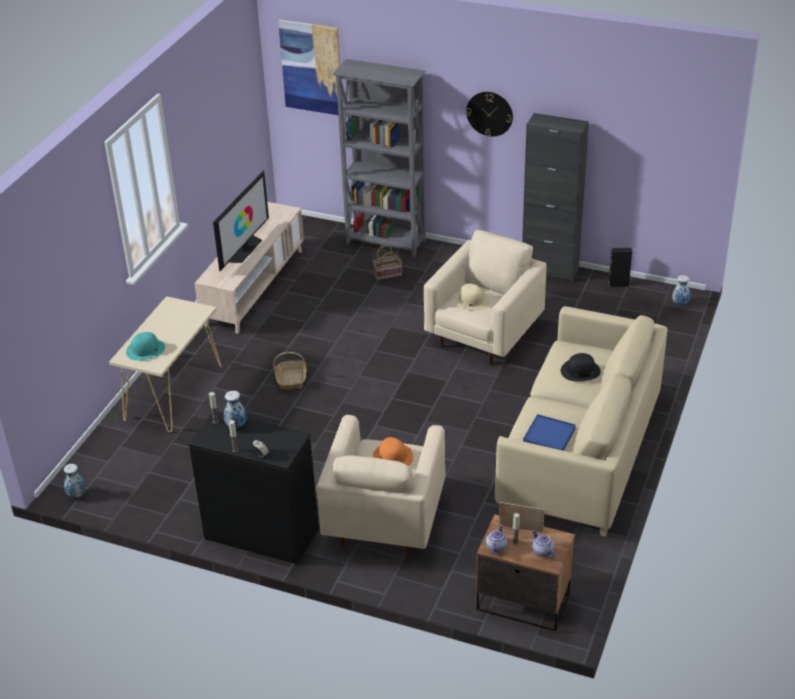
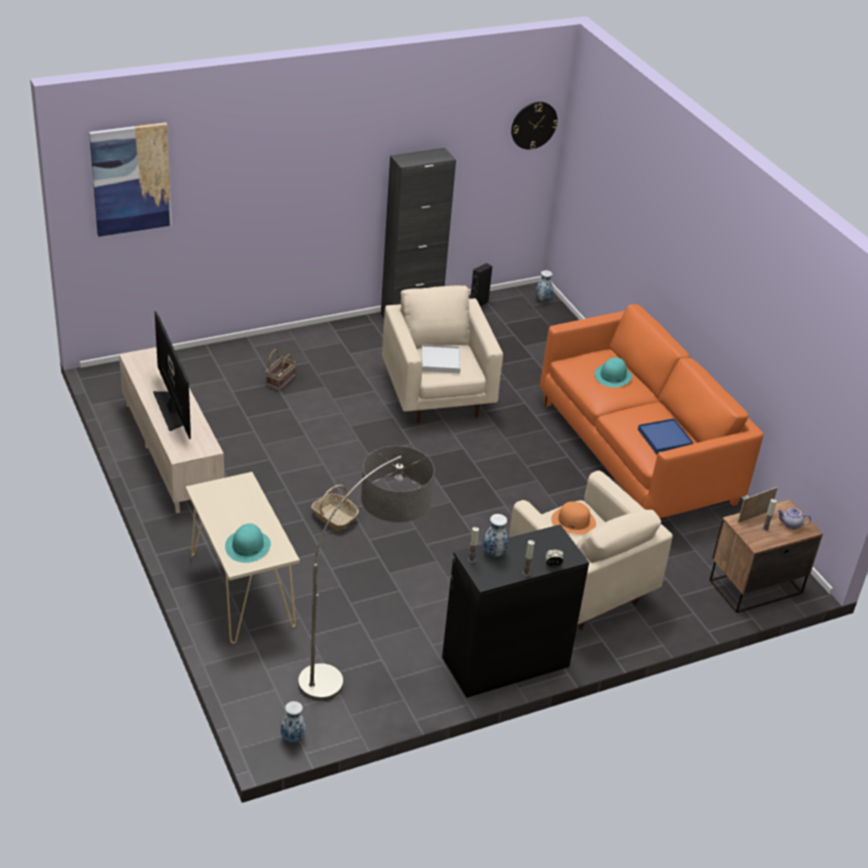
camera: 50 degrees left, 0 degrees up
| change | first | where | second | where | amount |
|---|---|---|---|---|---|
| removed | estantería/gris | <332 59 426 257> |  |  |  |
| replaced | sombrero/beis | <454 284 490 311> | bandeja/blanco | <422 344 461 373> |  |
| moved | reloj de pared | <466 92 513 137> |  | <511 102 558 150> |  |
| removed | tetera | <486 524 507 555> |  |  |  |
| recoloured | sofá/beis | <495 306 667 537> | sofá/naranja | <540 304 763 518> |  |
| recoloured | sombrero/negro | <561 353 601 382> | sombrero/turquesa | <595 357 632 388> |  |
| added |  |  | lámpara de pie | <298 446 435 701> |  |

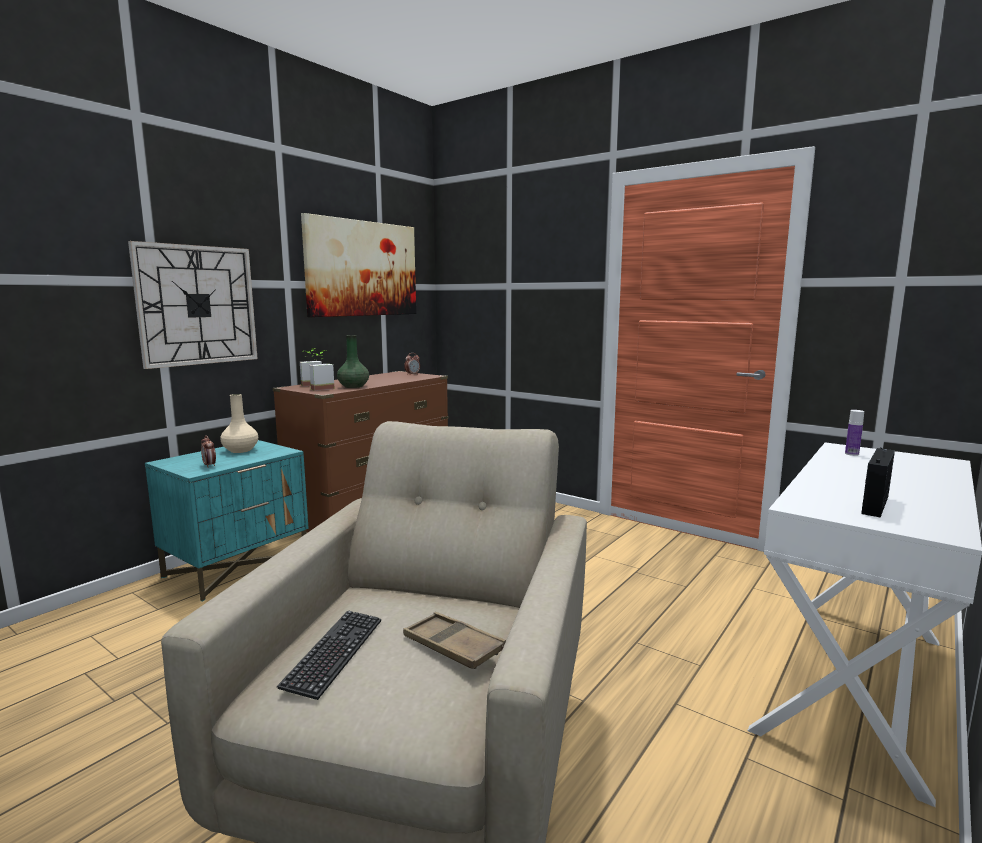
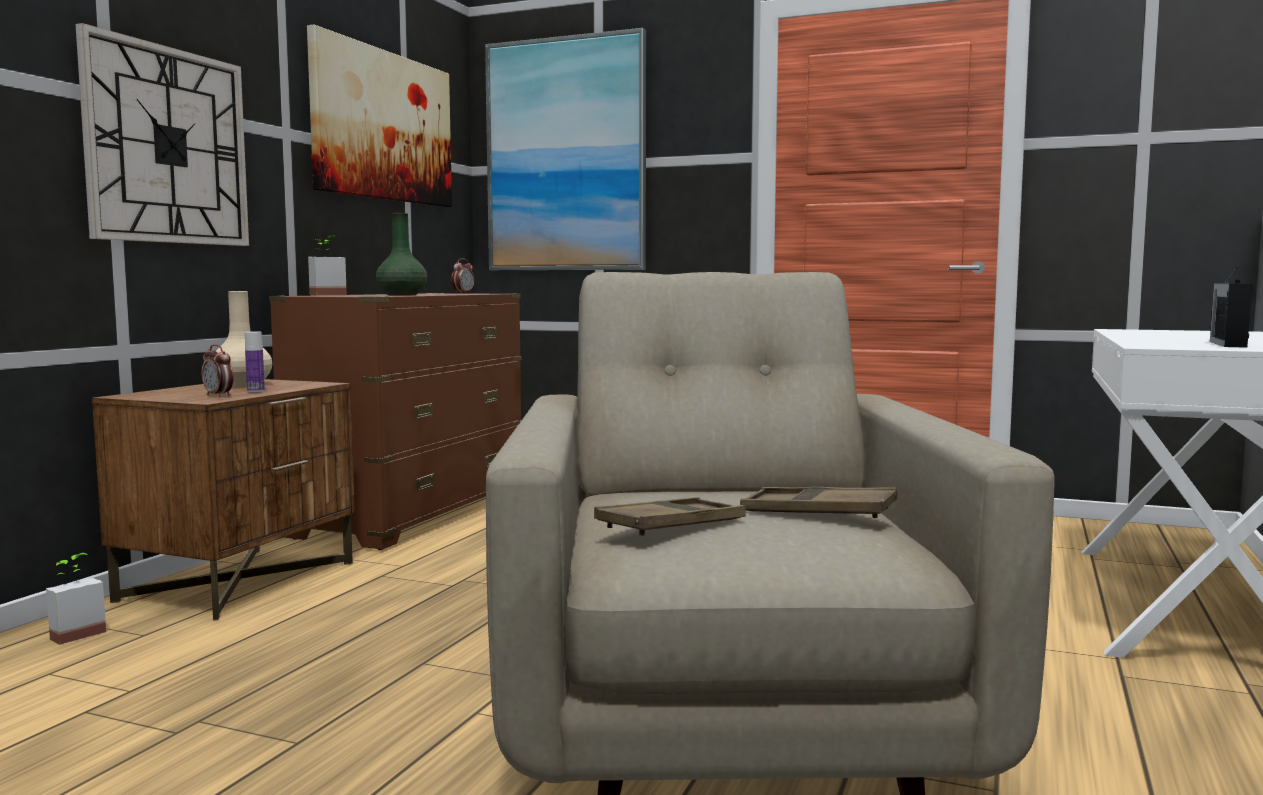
camera: 15 degrees left, 5 degrees down
| change | first | where | second | where | amount |
|---|---|---|---|---|---|
| recoloured | mesita de noche/turquesa | <145 440 309 601> | mesita de noche/marrón | <92 379 355 620> |  |
| replaced | teclado | <277 611 381 700> | bandeja/marrón | <594 497 746 536> |  |
| moved | planta en maceta | <309 350 335 391> |  | <46 553 106 645> |  |
| moved | botella | <845 410 864 456> |  | <245 332 265 392> |  |
| added |  |  | cuadro | <485 28 646 270> |  |

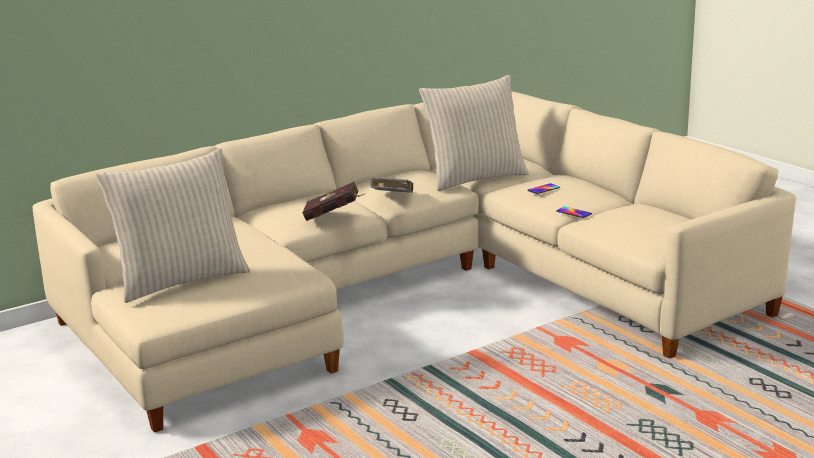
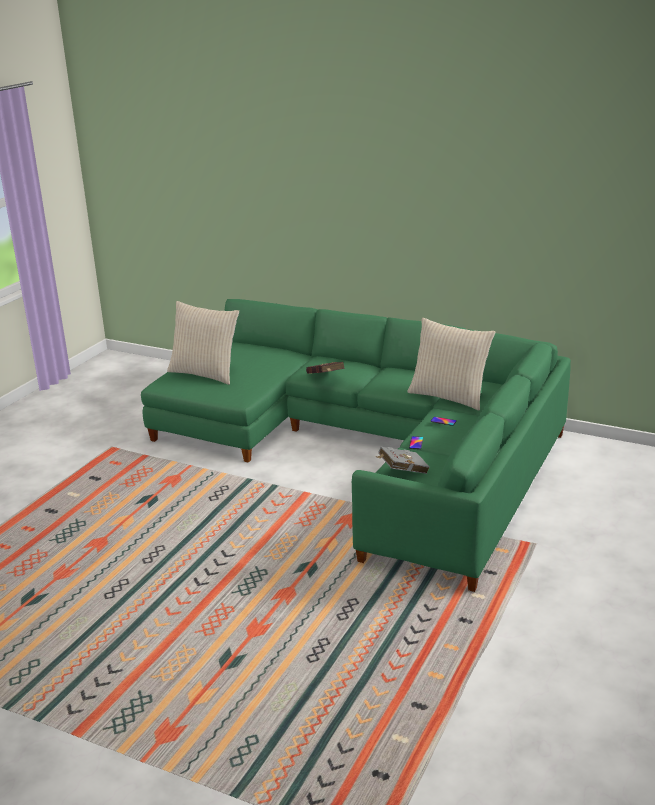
camera: 60 degrees right, 5 degrees up
| change | first | where | second | where | amount |
|---|---|---|---|---|---|
| recoloured | sofá/beis | <33 91 796 433> | sofá/verde | <141 299 571 592> |  |
| moved | libro/gris | <370 177 414 193> |  | <377 447 430 474> |  |

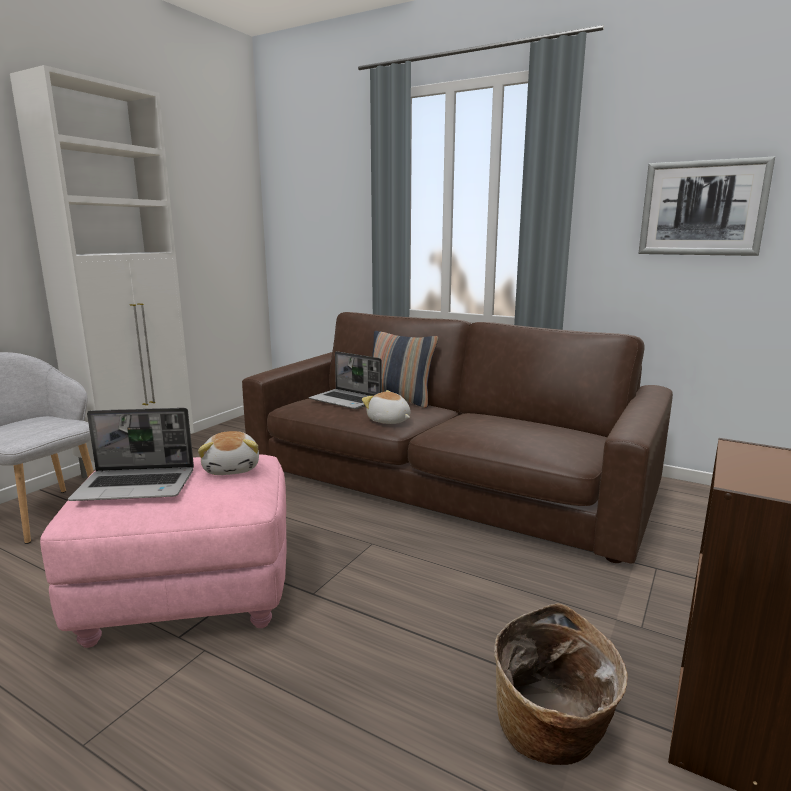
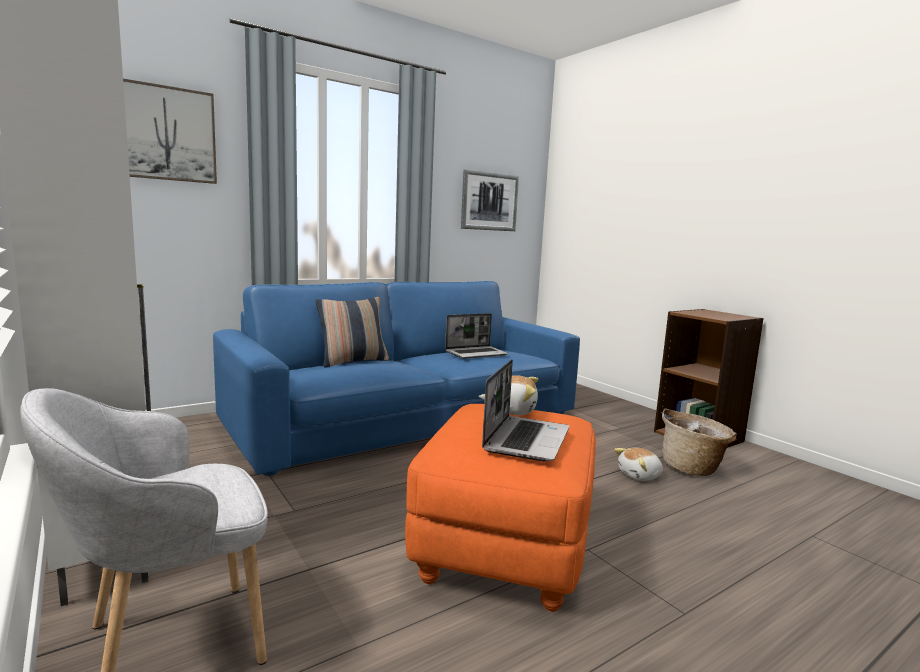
camera: 65 degrees left, 5 degrees down
| change | first | where | second | where | amount |
|---|---|---|---|---|---|
| recoloured | puf/rosa | <40 454 286 648> | puf/naranja | <405 404 596 612> |  |
| recoloured | sofá/marrón | <242 312 673 564> | sofá/azul | <213 281 580 476> |  |
| moved | portátil | <309 351 382 409> |  | <445 313 508 359> |  |
| moved | peluche | <362 390 411 424> |  | <614 448 663 481> |  |
| added |  |  | cuadro | <123 79 217 184> |  |

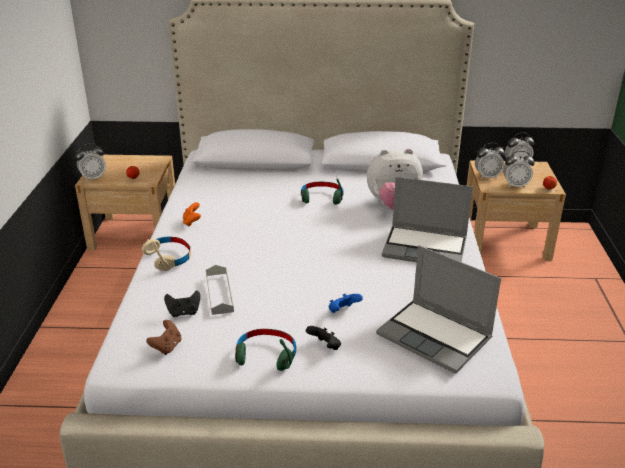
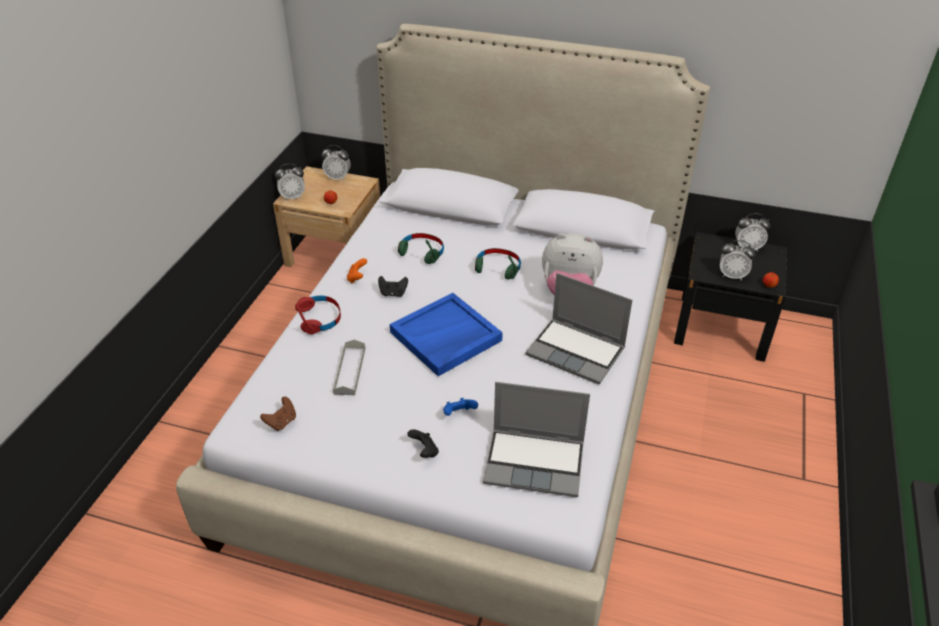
camera: 15 degrees right, 10 degrees up
| change | first | where | second | where | amount |
|---|---|---|---|---|---|
| recoloured | auriculares/beis | <142 236 191 271> | auriculares/rojo | <295 296 341 334> |  |
| moved | mando de consola/negro | <164 290 200 317> |  | <378 276 408 297> |  |
| moved | auriculares/verde | <235 329 296 371> |  | <398 233 444 264> |  |
| turned | portátil | <376 245 501 373> |  | <483 382 590 497> | 45 degrees counterclockwise |
| recoloured | mesita de noche/beis | <467 161 566 260> | mesita de noche/negro | <674 232 787 362> |  |
| moved | despertador | <475 143 505 179> |  | <321 145 351 181> |  |
| added |  |  | bandeja/azul | <390 293 503 376> |  |

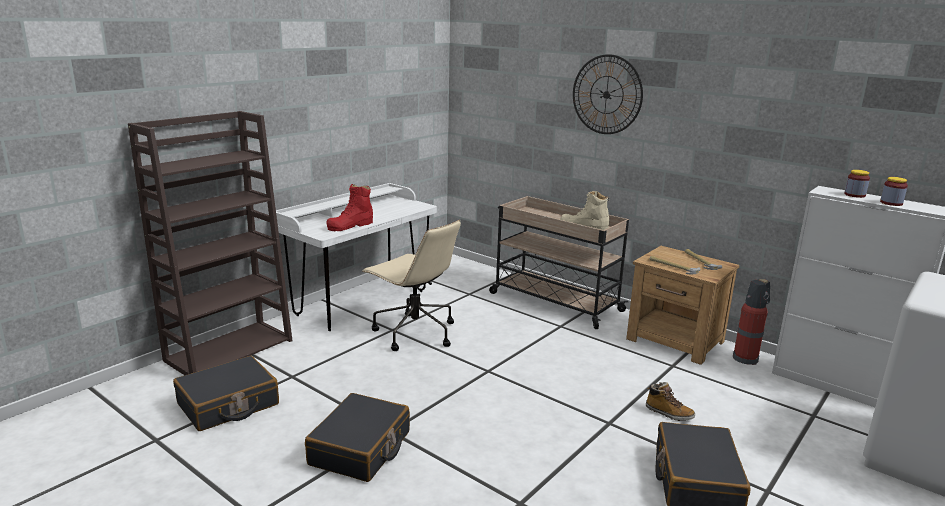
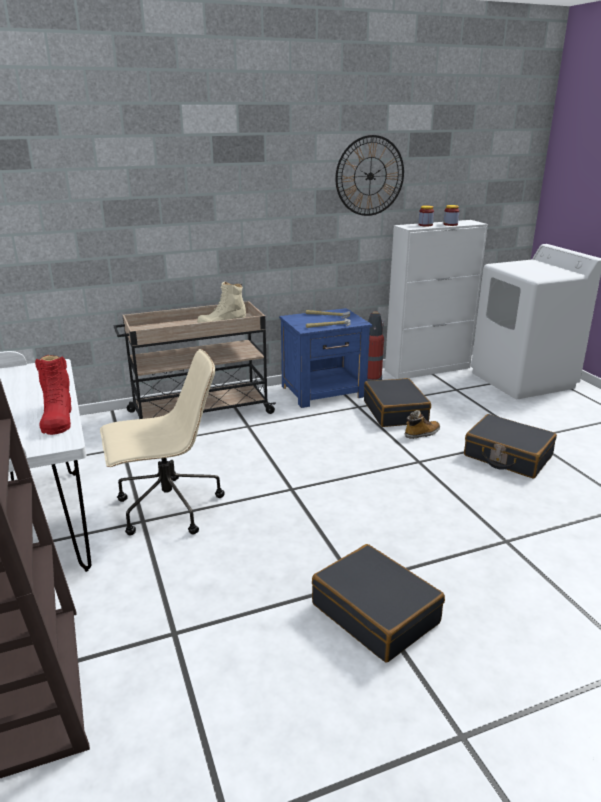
camera: 60 degrees left, 5 degrees up
| change | first | where | second | where | amount |
|---|---|---|---|---|---|
| moved | maleta/negro | <173 356 279 431> |  | <364 378 431 427> |  |
| moved | reloj de pared | <573 54 643 134> |  | <335 135 404 216> |  |
| recoloured | mesita de noche/marrón | <626 246 740 365> | mesita de noche/azul | <279 308 372 408> |  |

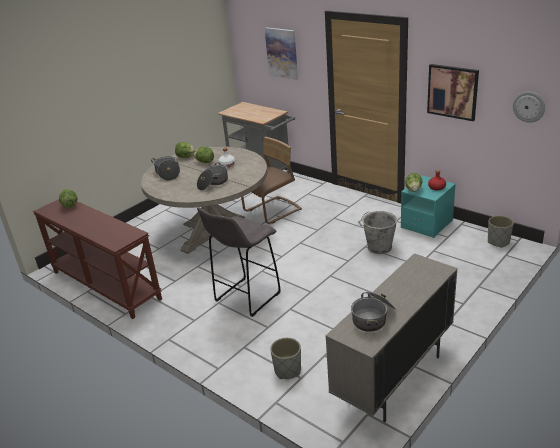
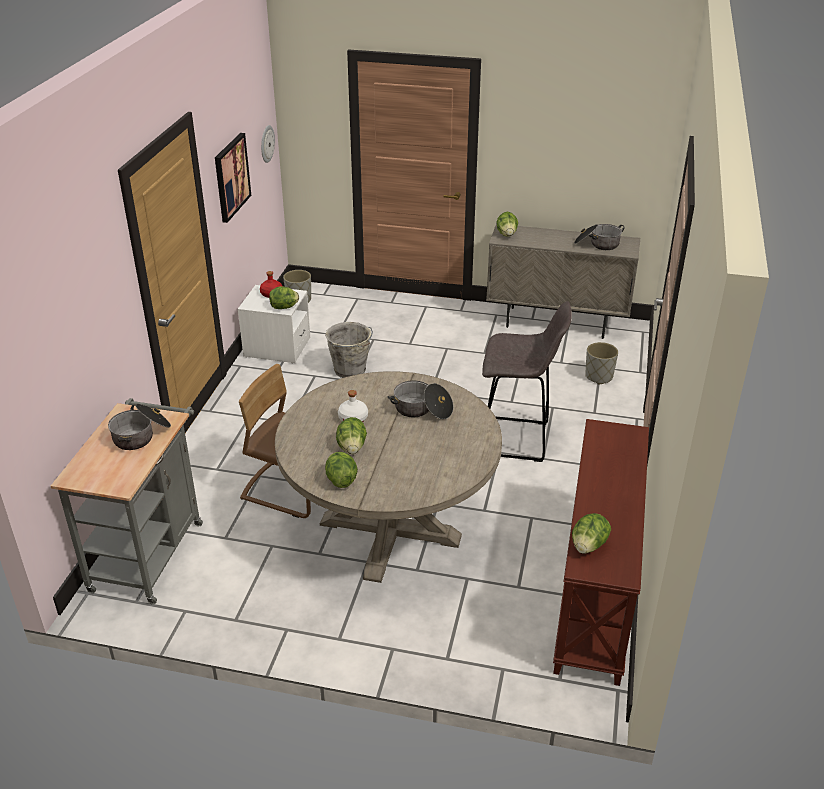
camera: 120 degrees left, 5 degrees up
| change | first | where | second | where | amount |
|---|---|---|---|---|---|
| moved | olla | <151 156 180 181> |  | <108 404 171 450> |  |
| removed | cuadro | <265 27 298 80> |  |  |  |
| recoloured | mesita de noche/turquesa | <401 175 456 238> | mesita de noche/blanco | <238 285 310 364> |  |
| added |  |  | lechuga | <496 212 518 237> |  |

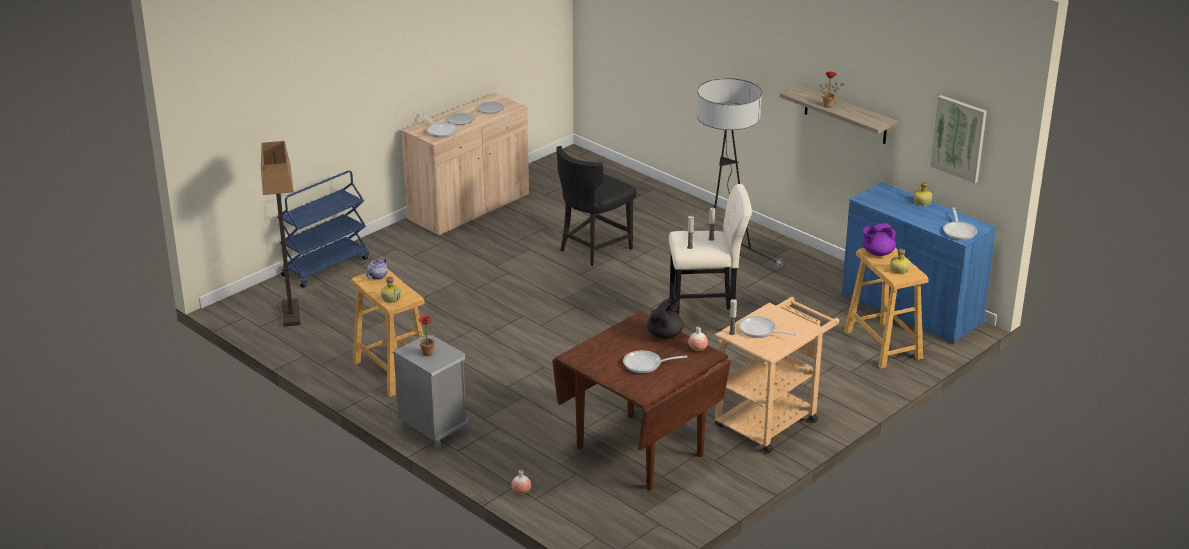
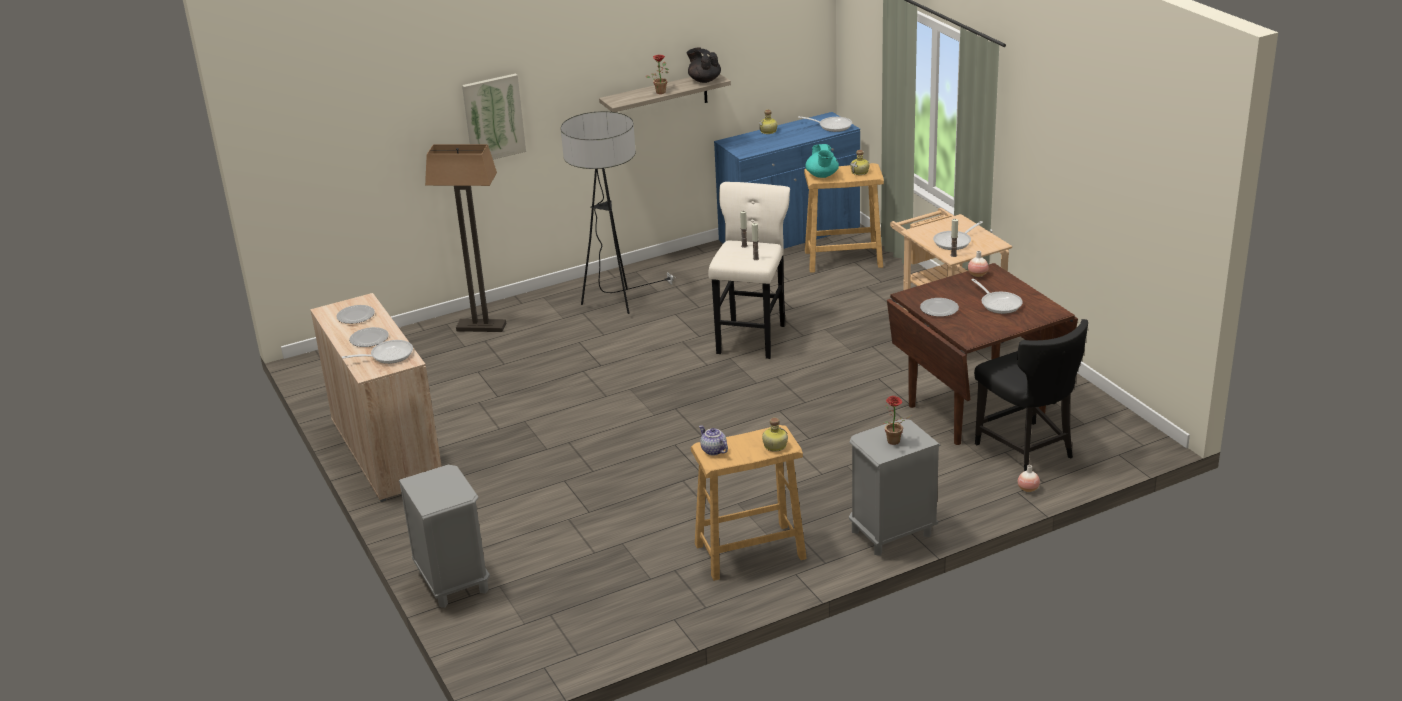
camera: 70 degrees left, 0 degrees up
| change | first | where | second | where | amount |
|---|---|---|---|---|---|
| moved | lámpara de pie | <261 141 301 327> |  | <425 144 506 332> |  |
| replaced | carrito/azul | <277 170 369 288> | mesita de noche/gris | <399 465 490 608> |  |
| moved | silla/negro | <556 146 636 266> |  | <974 319 1088 471> |  |
| turned | sartén | <623 350 687 373> |  | <971 279 1023 314> | 45 degrees counterclockwise |
| moved | tetera/negro | <647 299 684 339> |  | <687 47 721 83> |  |
| recoloured | tetera/morado | <863 223 896 256> | tetera/turquesa | <805 144 839 178> |  |
| moved | cuadro | <930 95 987 183> |  | <462 73 526 160> |  |
| added |  |  | plato | <920 298 959 317> |  |

